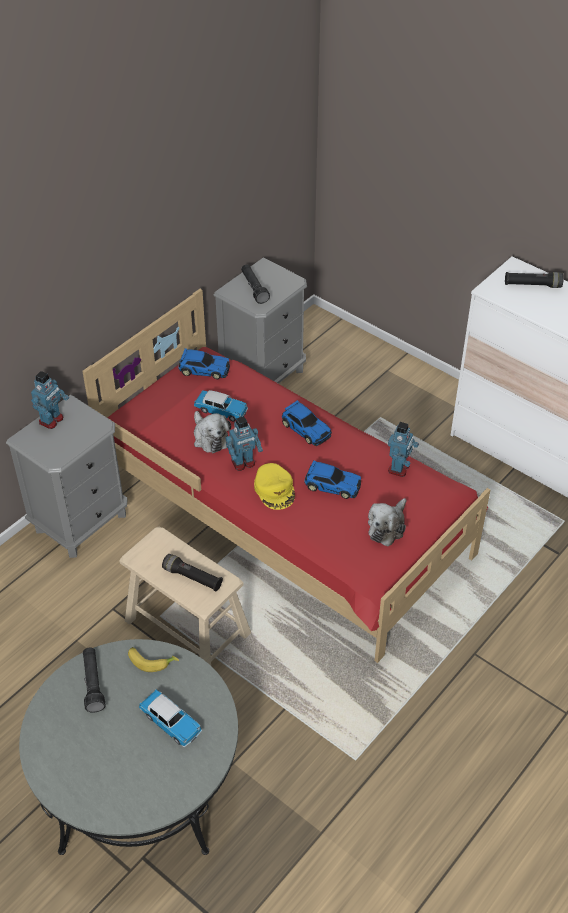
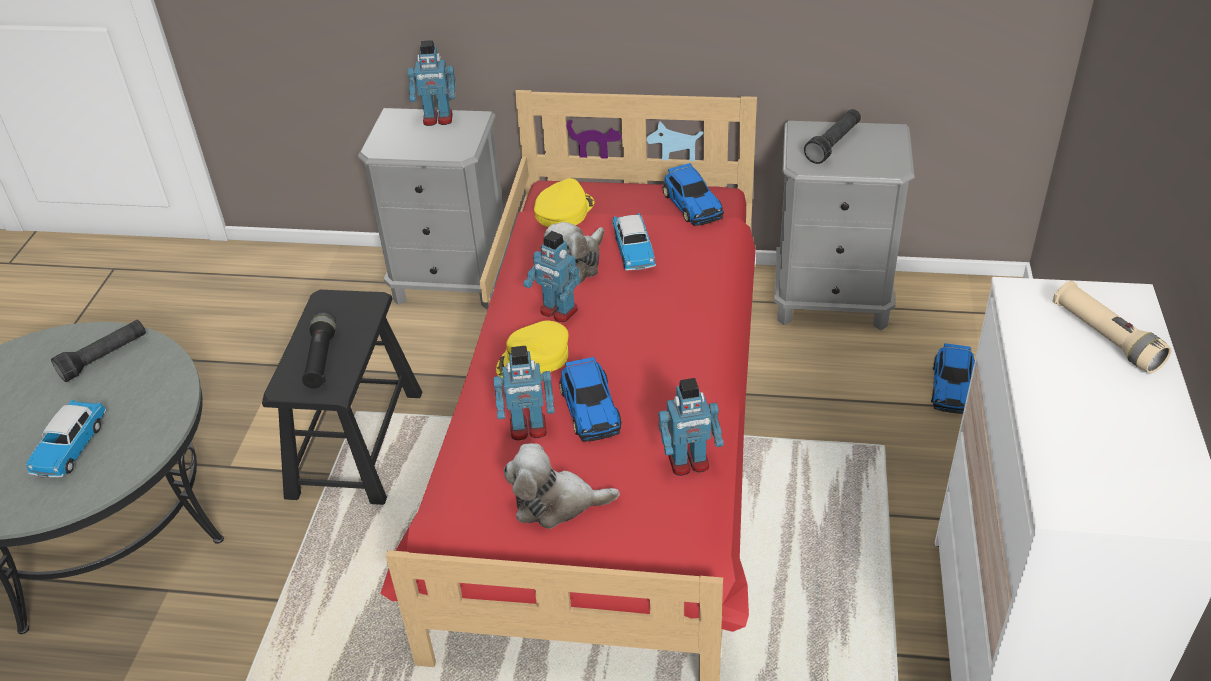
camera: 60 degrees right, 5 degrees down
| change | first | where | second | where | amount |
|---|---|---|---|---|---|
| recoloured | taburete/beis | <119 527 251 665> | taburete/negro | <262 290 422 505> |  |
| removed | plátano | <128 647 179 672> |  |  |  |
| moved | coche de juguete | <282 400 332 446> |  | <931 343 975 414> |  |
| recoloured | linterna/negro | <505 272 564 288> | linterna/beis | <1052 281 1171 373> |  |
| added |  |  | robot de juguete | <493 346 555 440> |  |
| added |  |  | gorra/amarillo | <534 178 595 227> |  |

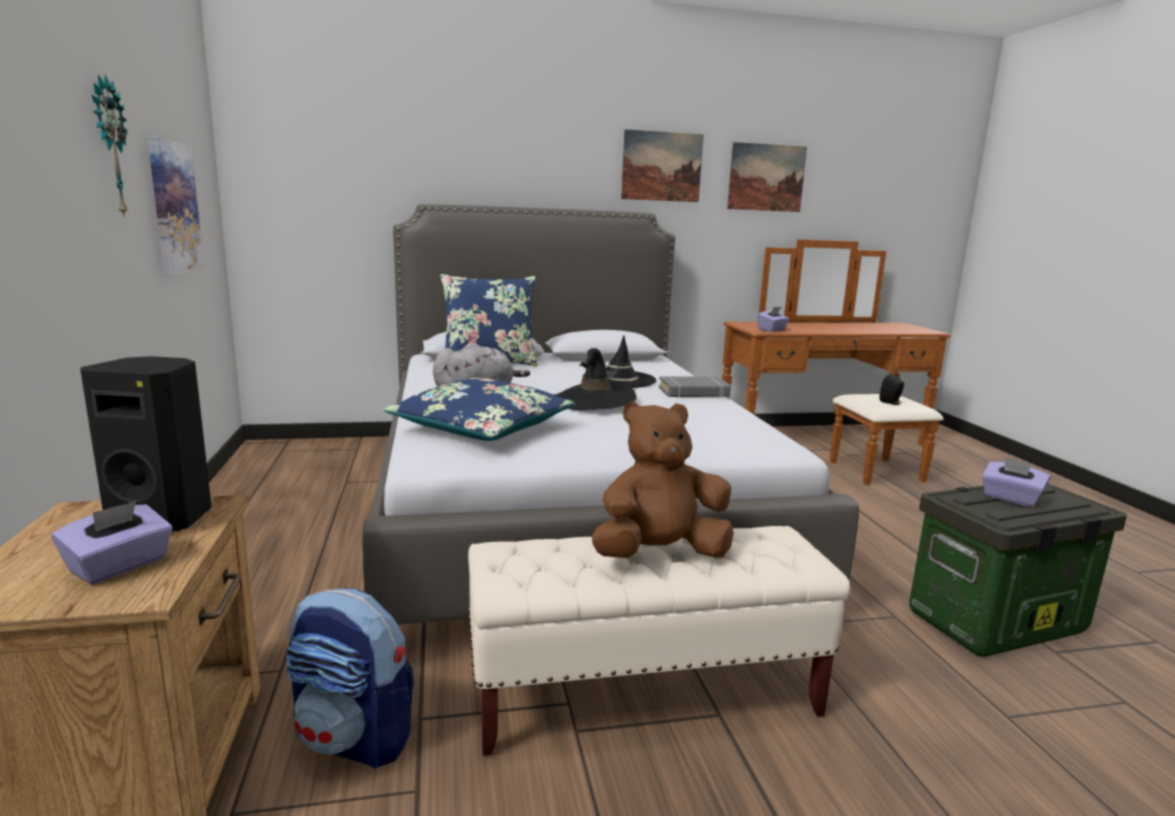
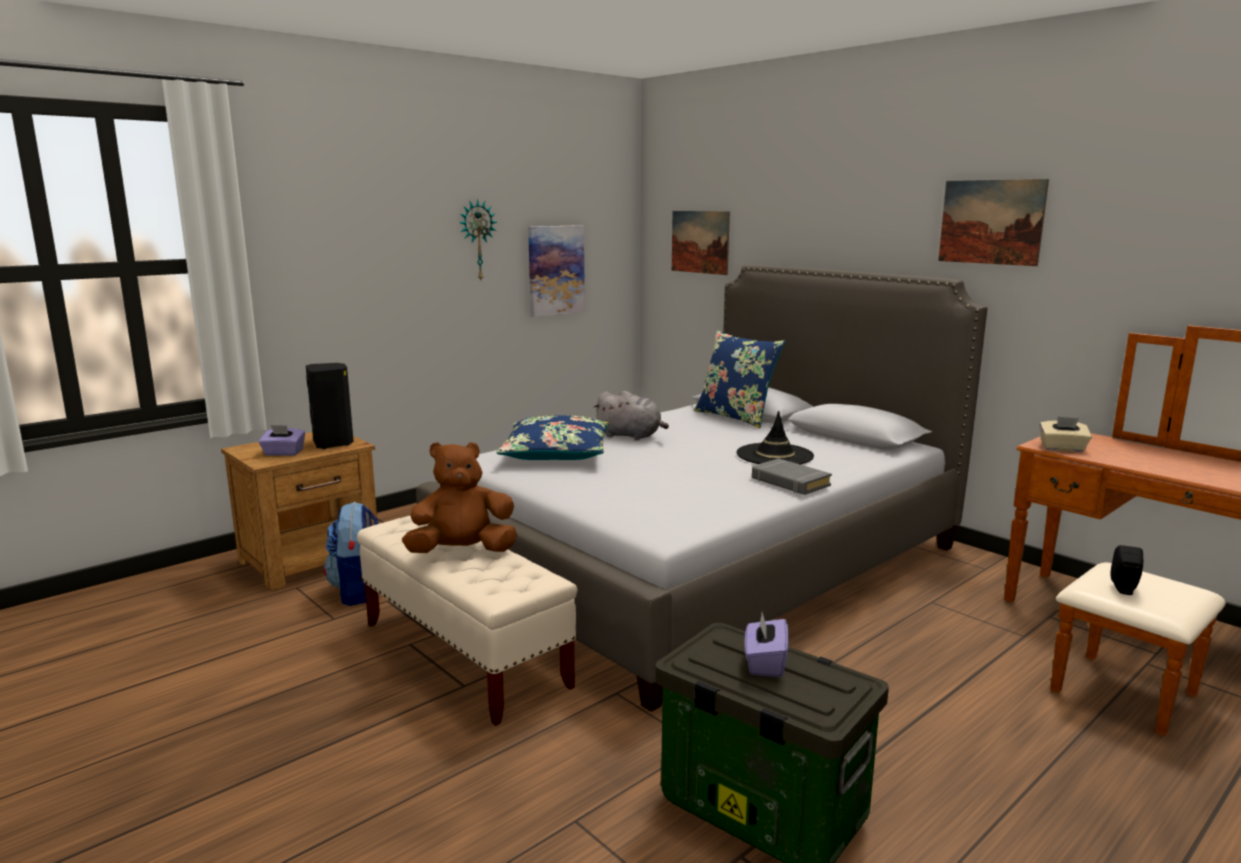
camera: 60 degrees right, 0 degrees up
| change | first | where | second | where | amount |
|---|---|---|---|---|---|
| removed | sombrero/negro | <554 348 637 411> |  |  |  |
| turned | peluche/marrón | <592 401 734 558> |  | <402 442 517 553> | 60 degrees counterclockwise |
| moved | cuadro | <727 142 807 212> |  | <672 211 730 275> |  |
| recoloured | caja de pañuelos/morado | <757 307 789 332> | caja de pañuelos/beis | <1039 416 1092 452> |  |

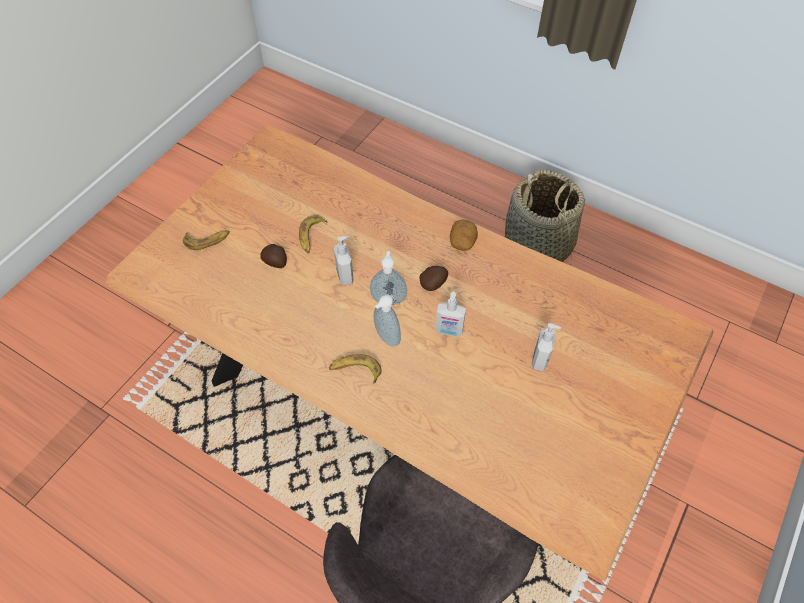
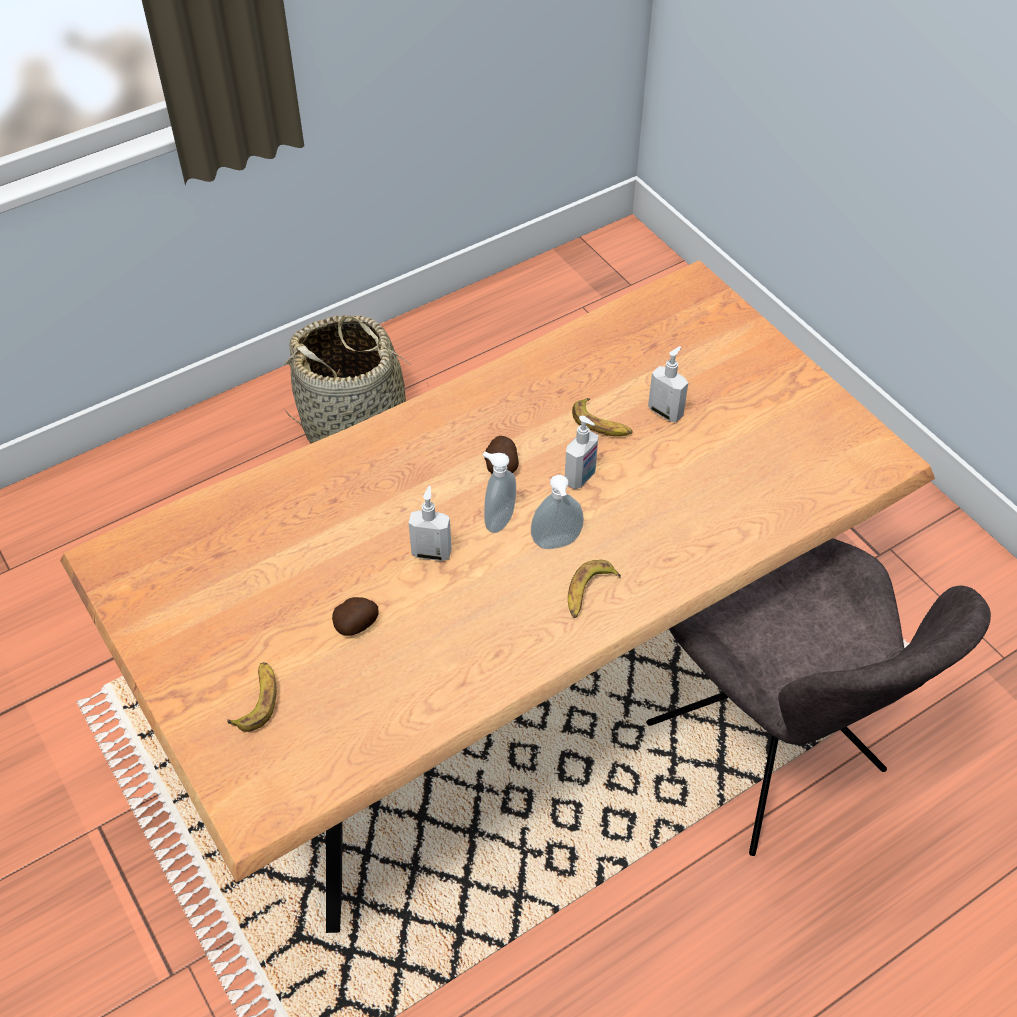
camera: 65 degrees left, 5 degrees down
| change | first | where | second | where | amount |
|---|---|---|---|---|---|
| moved | plátano | <299 215 328 253> |  | <572 398 633 436> |  |
| removed | patata | <450 219 478 250> |  |  |  |

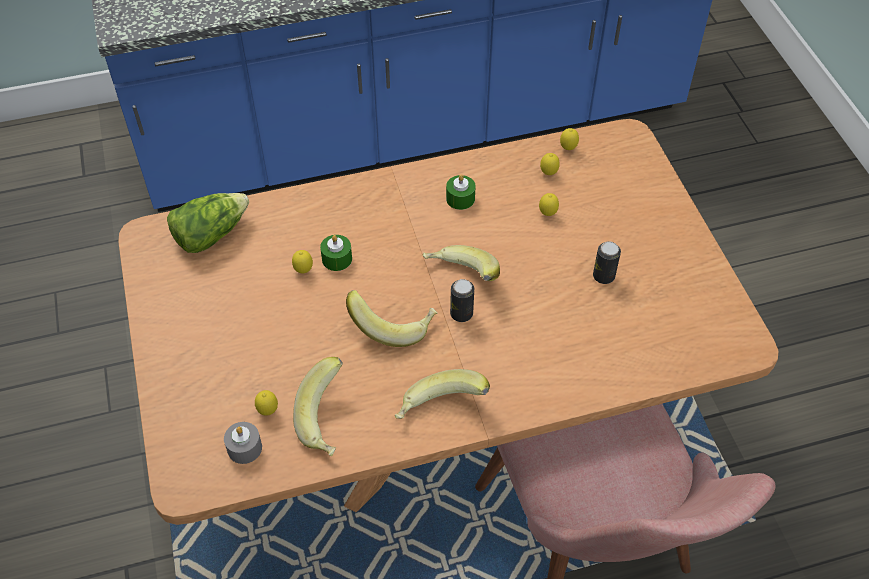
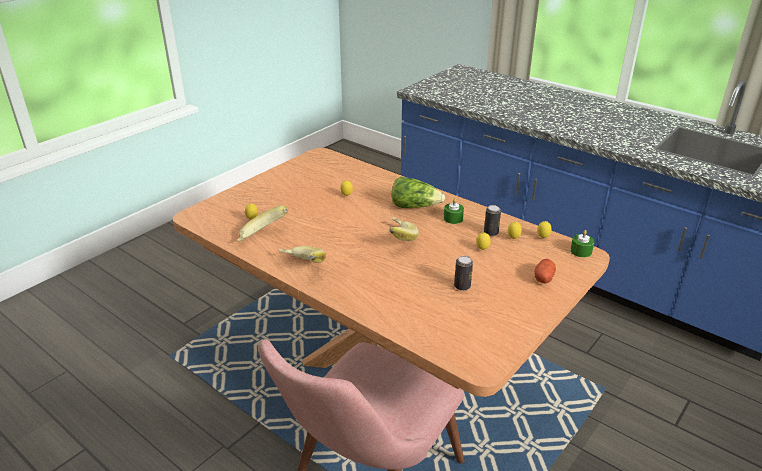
camera: 55 degrees right, 20 degrees down
| change | first | where | second | where | amount |
|---|---|---|---|---|---|
| moved | lechuga | <167 193 249 253> |  | <392 176 445 208> |  |
| removed | vela/gris | <224 422 262 464> |  |  |  |
| moved | vela/verde | <320 235 352 271> |  | <570 230 594 258> |  |
| removed | plátano | <346 290 438 347> |  |  |  |
| moved | lata | <450 279 474 322> |  | <484 205 501 236> |  |
| added |  |  | patata | <534 259 556 284> |  |

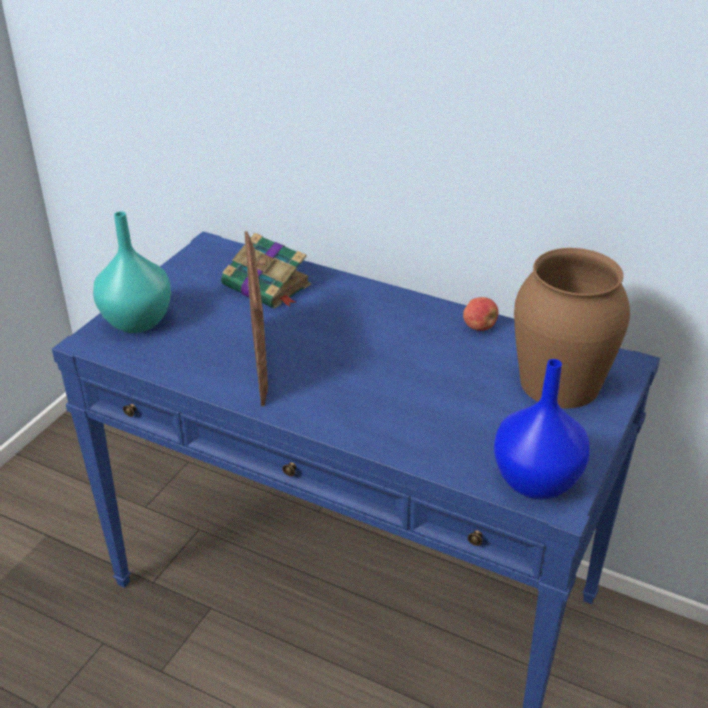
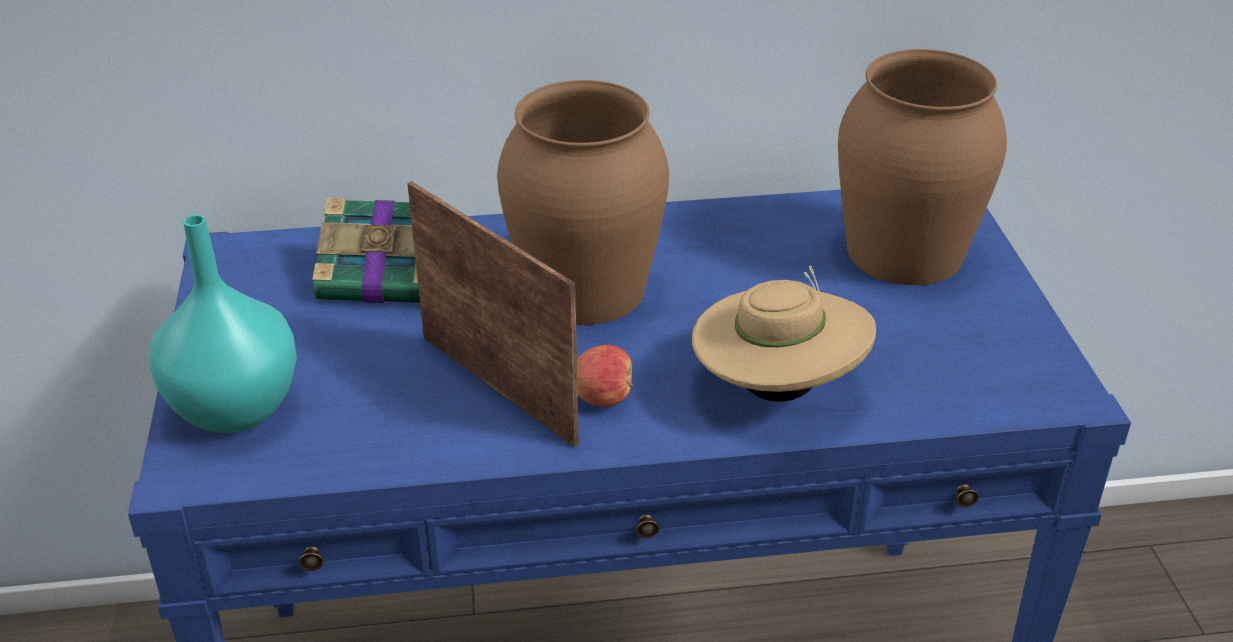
camera: 35 degrees left, 0 degrees up
| change | first | where | second | where | amount |
|---|---|---|---|---|---|
| moved | manzana | <463 297 498 331> |  | <577 345 633 407> |  |
| removed | florero/azul | <494 359 590 499> |  |  |  |
| added |  |  | florero/marrón | <497 80 669 325> |  |
| added |  |  | sombrero/beis | <692 265 876 402> |  |

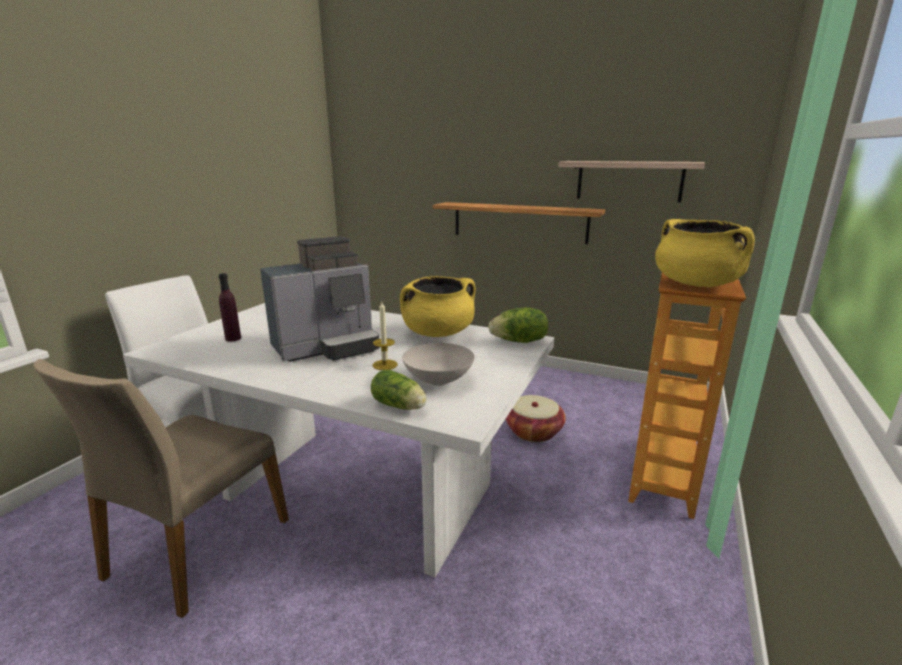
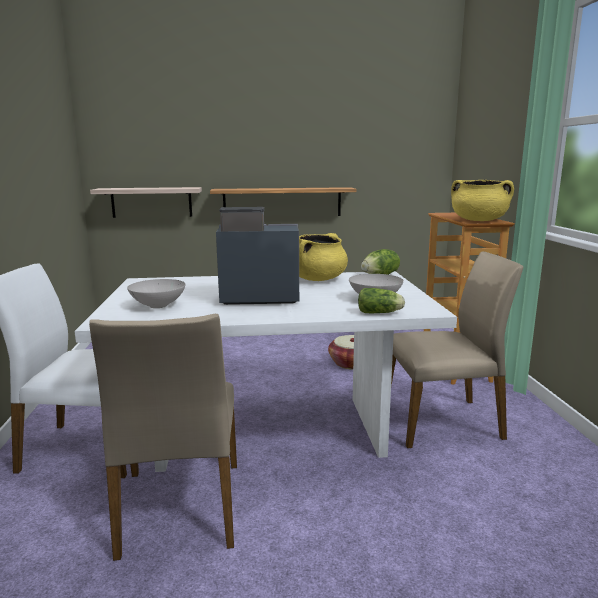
camera: 30 degrees left, 5 degrees down
| change | first | where | second | where | amount |
|---|---|---|---|---|---|
| replaced | botella/morado | <218 273 241 341> | cuenco/blanco | <127 279 186 308> |  |
| turned | cafetera | <260 236 380 362> |  | <216 207 299 305> | 120 degrees counterclockwise |
| removed | vela | <373 302 398 370> |  |  |  |
| moved | estante | <558 161 705 202> |  | <90 187 202 218> |  |
| added |  |  | silla/beis | <391 252 523 448> |  |

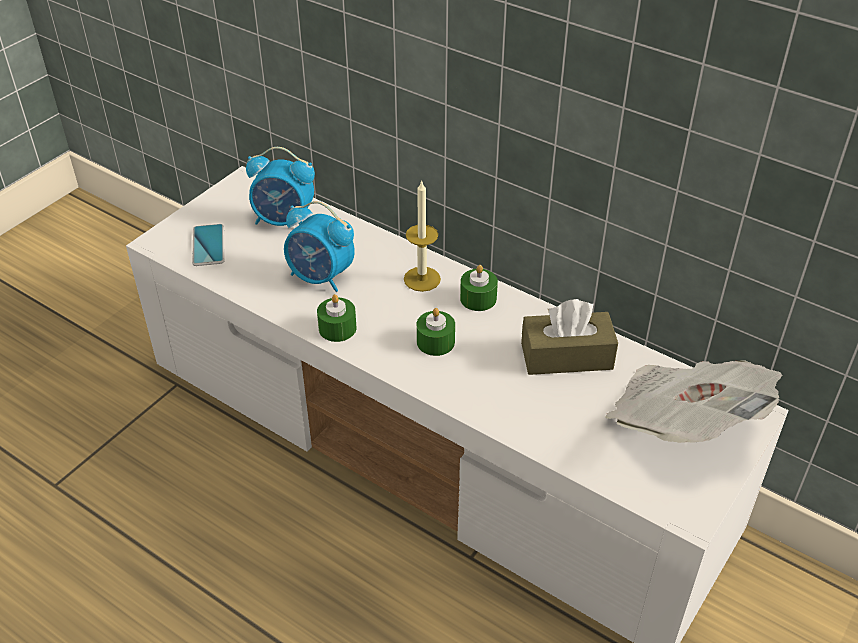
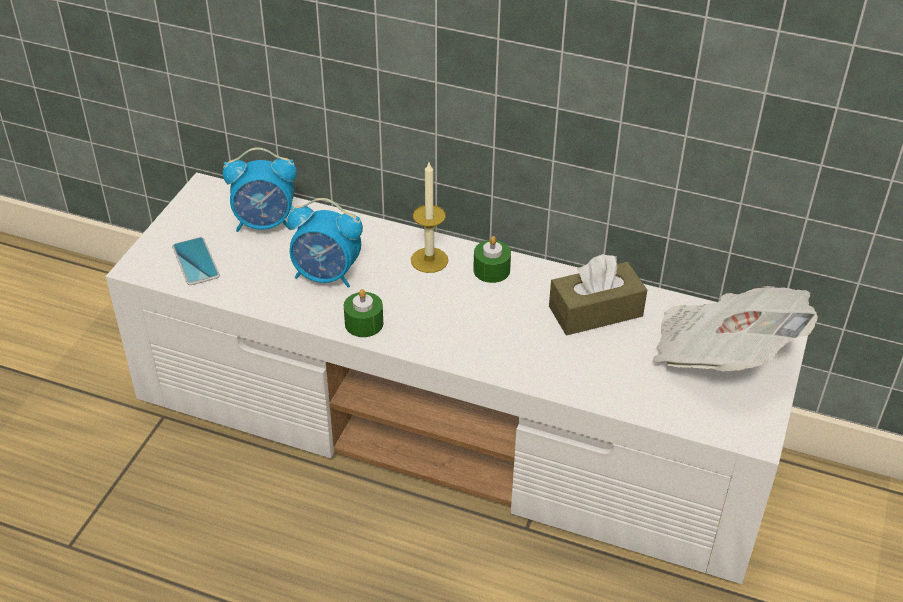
camera: 15 degrees left, 0 degrees up
| change | first | where | second | where | amount |
|---|---|---|---|---|---|
| removed | vela/verde | <417 308 455 356> |  |  |  |

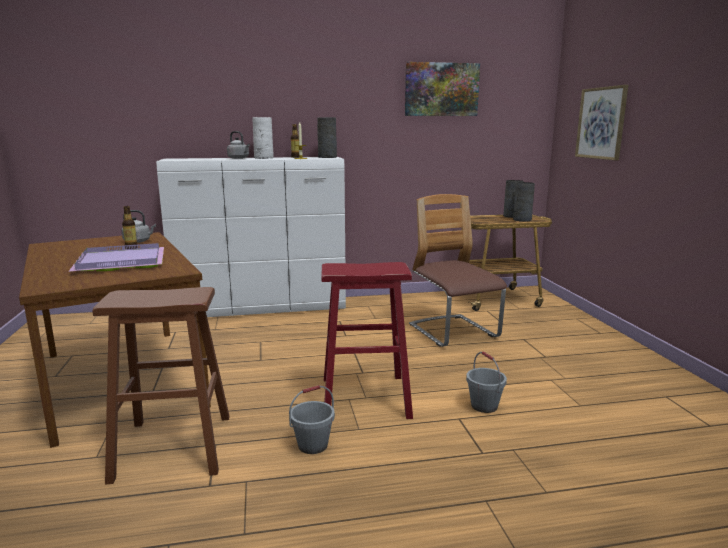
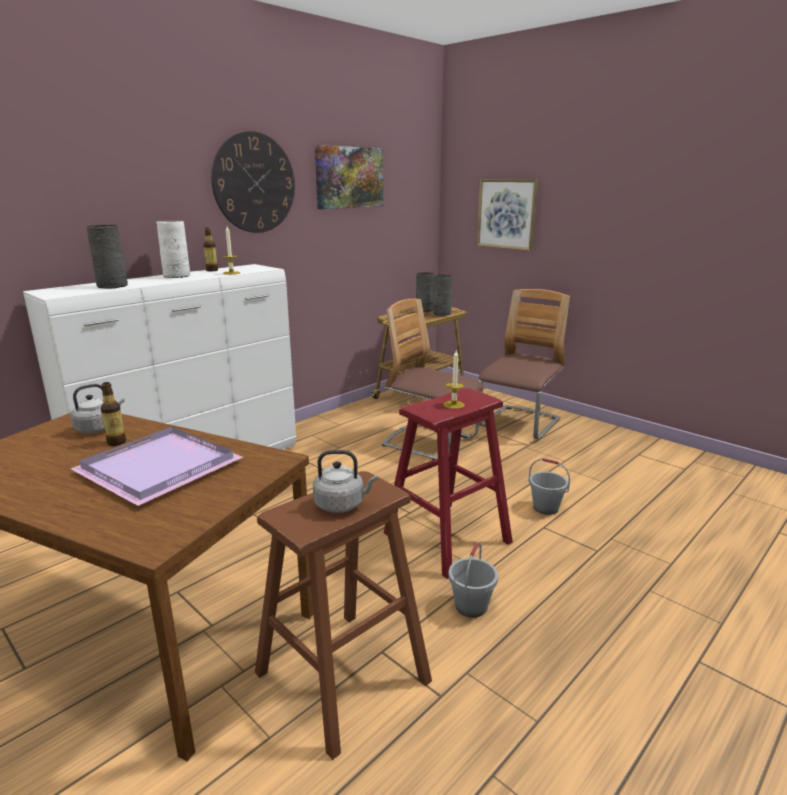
camera: 35 degrees left, 5 degrees up
| change | first | where | second | where | amount |
|---|---|---|---|---|---|
| moved | hervidor/gris | <227 131 250 159> |  | <313 450 378 513> |  |
| moved | florero/gris | <317 117 337 158> |  | <87 225 128 289> |  |
| added |  |  | reloj de pared | <211 131 295 233> |  |
| added |  |  | vela | <443 350 465 409> |  |
| added |  |  | silla | <479 289 570 440> |  |

